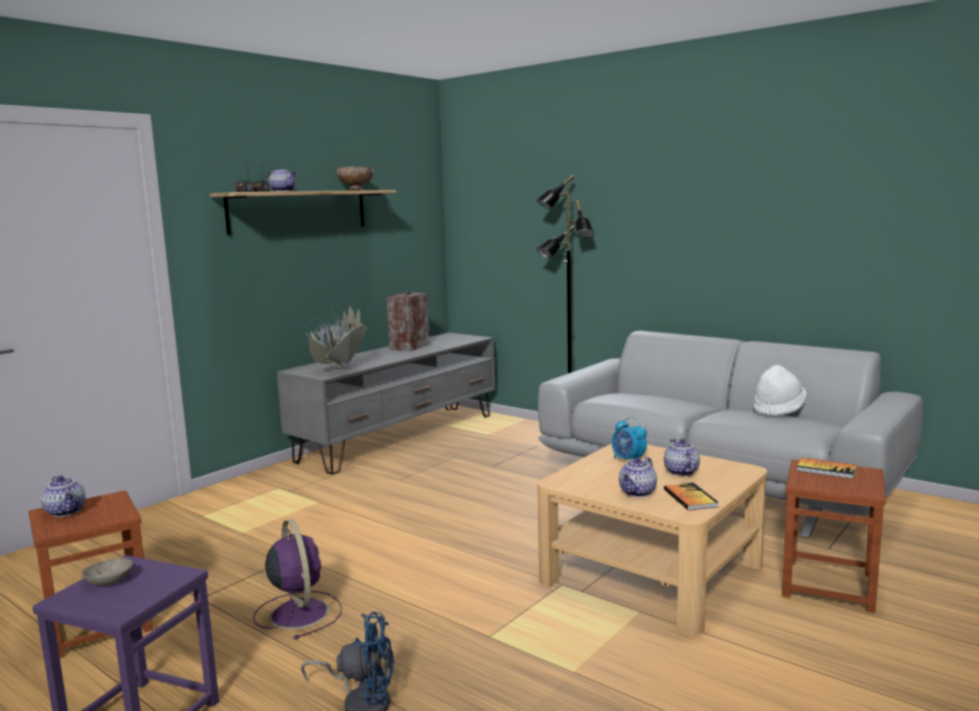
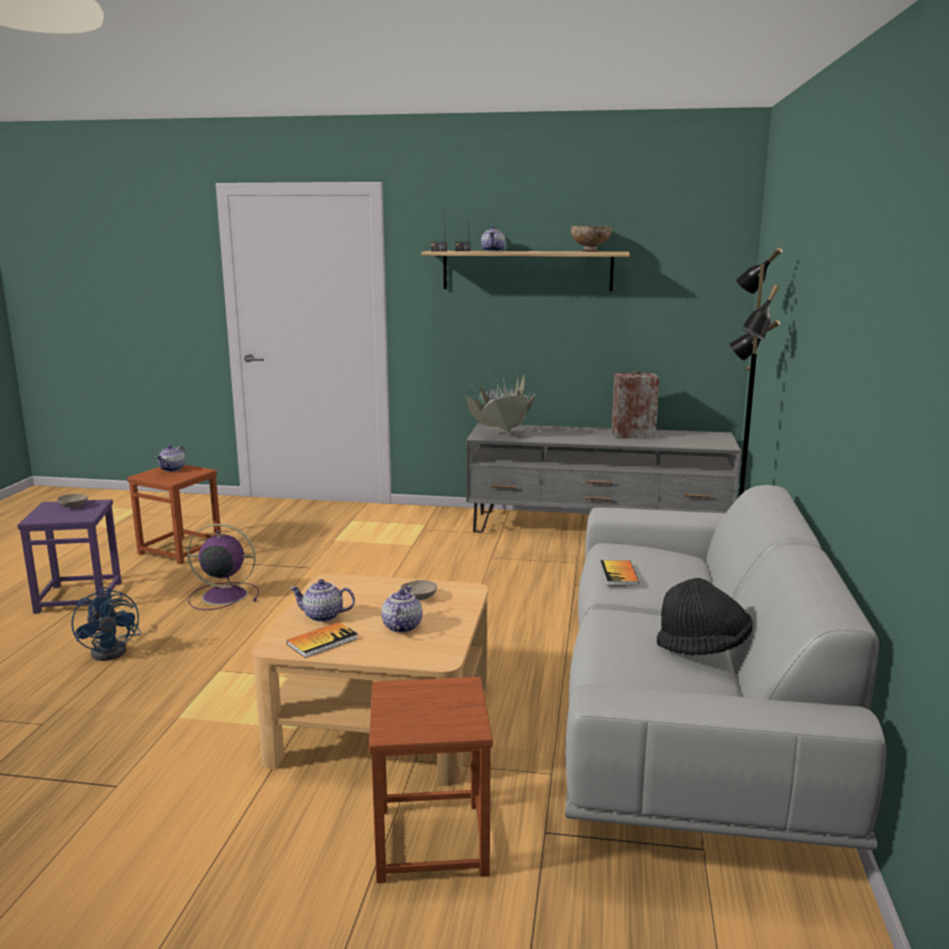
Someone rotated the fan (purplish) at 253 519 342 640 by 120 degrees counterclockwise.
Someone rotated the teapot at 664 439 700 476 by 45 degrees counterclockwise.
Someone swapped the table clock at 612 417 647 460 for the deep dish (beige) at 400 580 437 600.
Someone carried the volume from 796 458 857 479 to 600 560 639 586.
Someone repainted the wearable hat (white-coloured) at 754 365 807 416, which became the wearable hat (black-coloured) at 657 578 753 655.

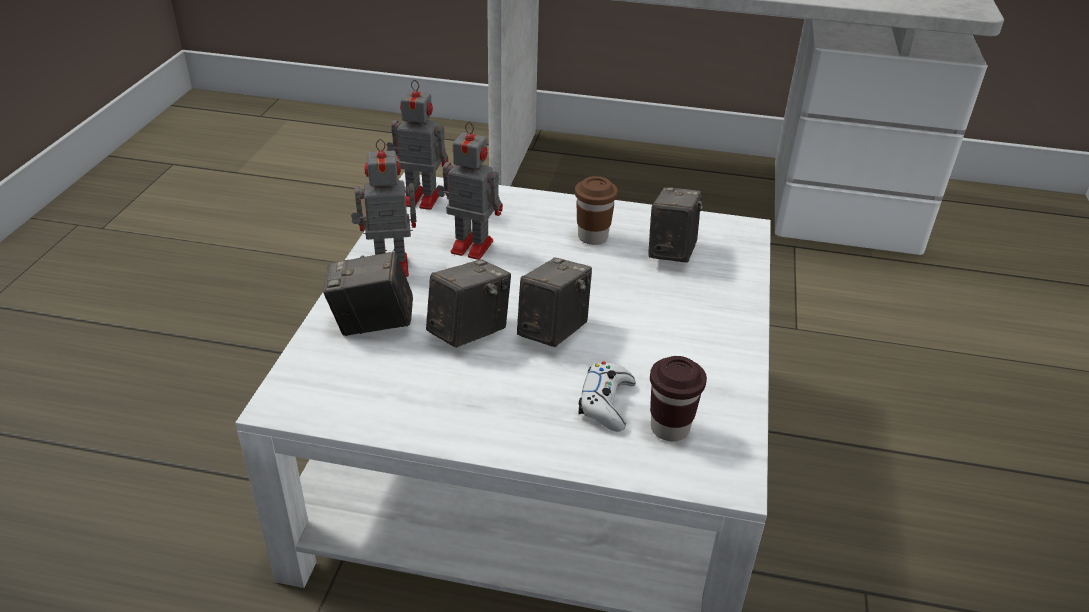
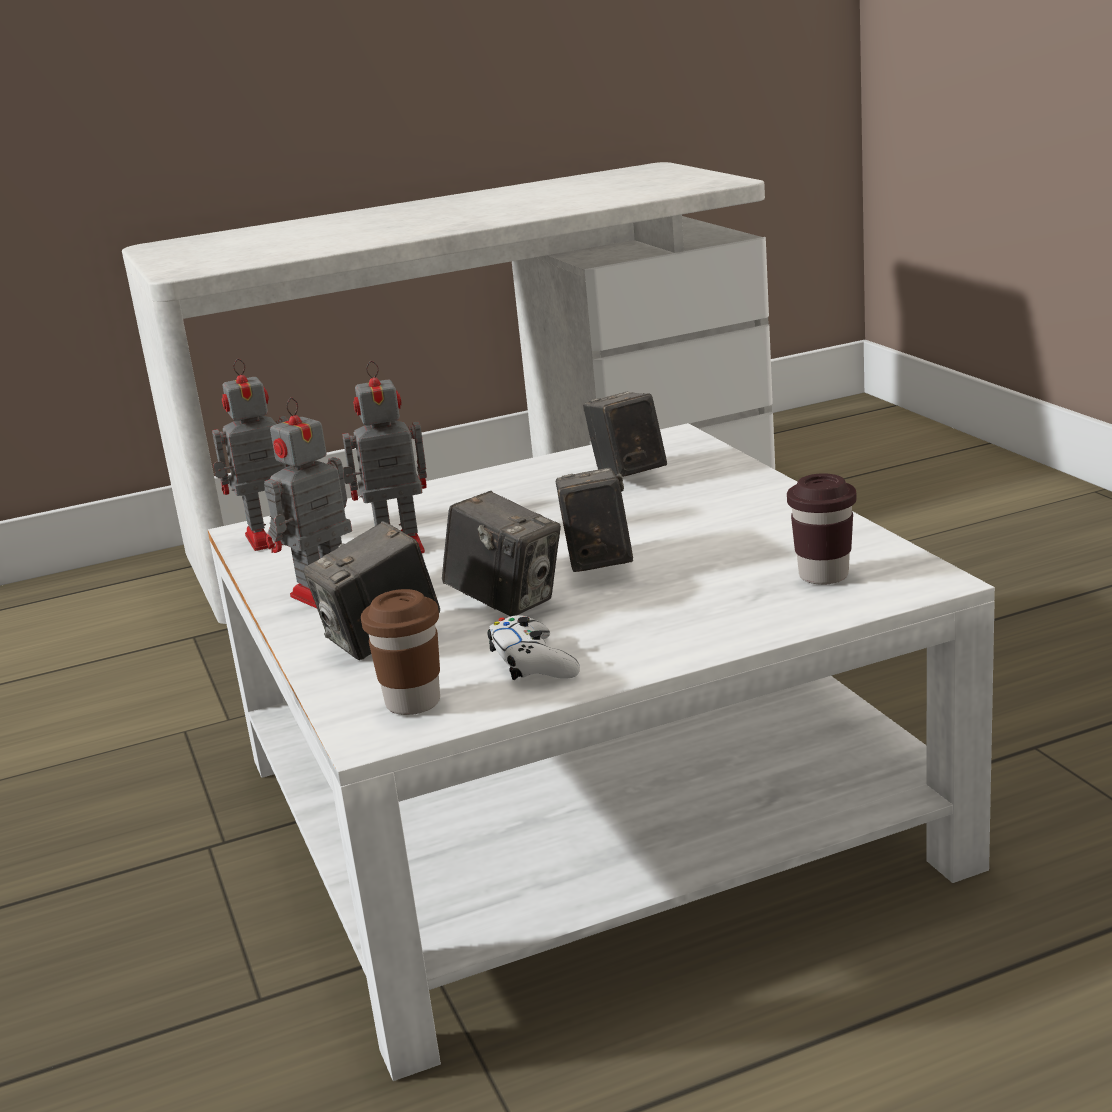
Someone carried the drinking cup (brown-coloured) from 575 176 618 245 to 361 589 440 715.
Someone rotated the still camera at 426 259 511 348 by 120 degrees clockwise.
Someone carried the gamepad (white-coloured) from 578 361 636 432 to 487 615 580 680.

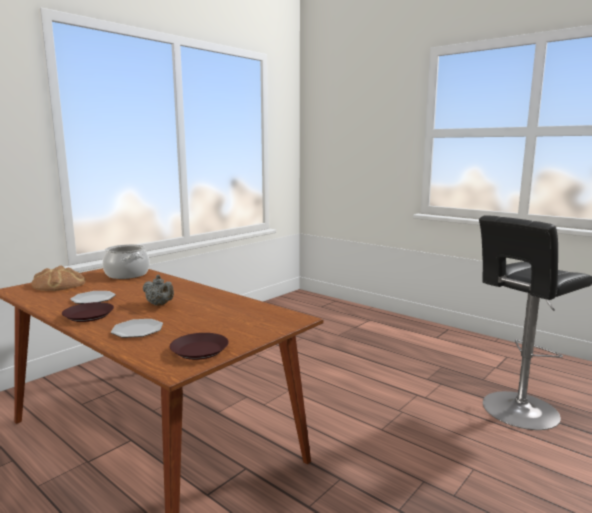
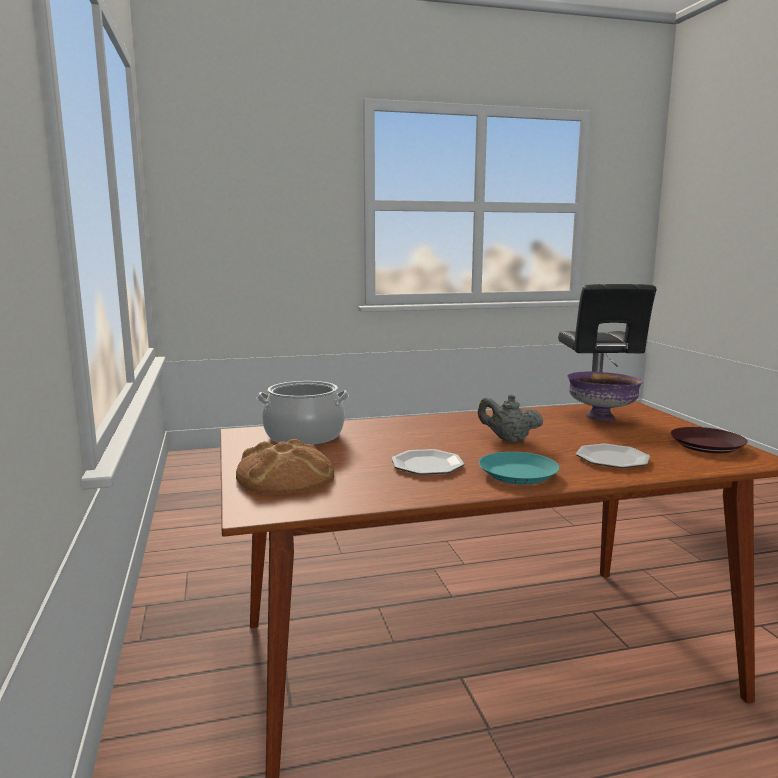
Someone rotated the teapot (gray) at 143 275 174 306 by 135 degrees counterclockwise.
Someone repainted the flat dish (brown-coloured) at 62 302 114 322, which became the flat dish (blue-green) at 479 452 559 485.
Someone put down the deep dish (purplish) at 567 372 643 421.

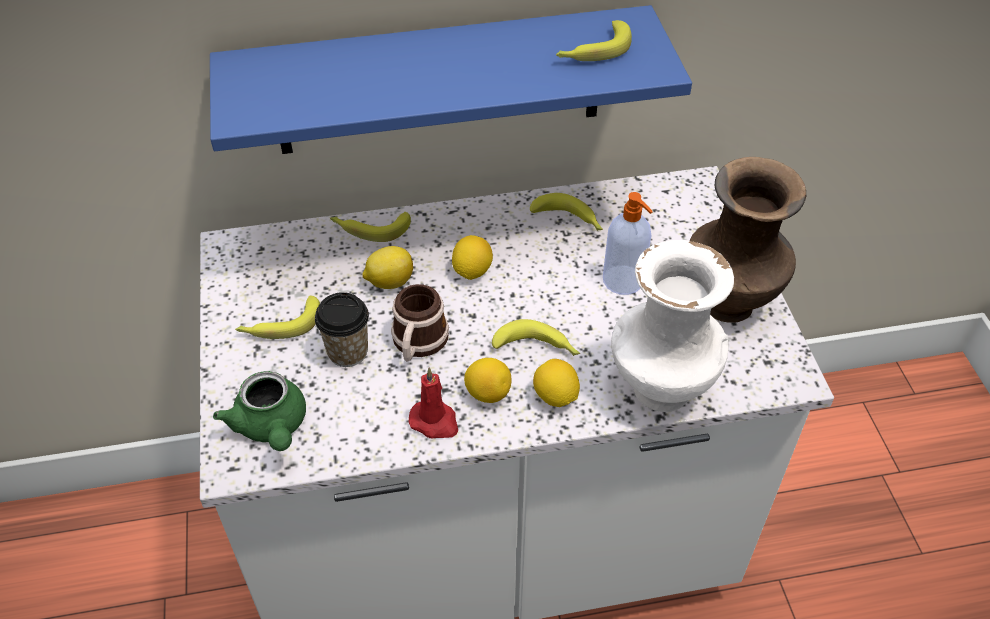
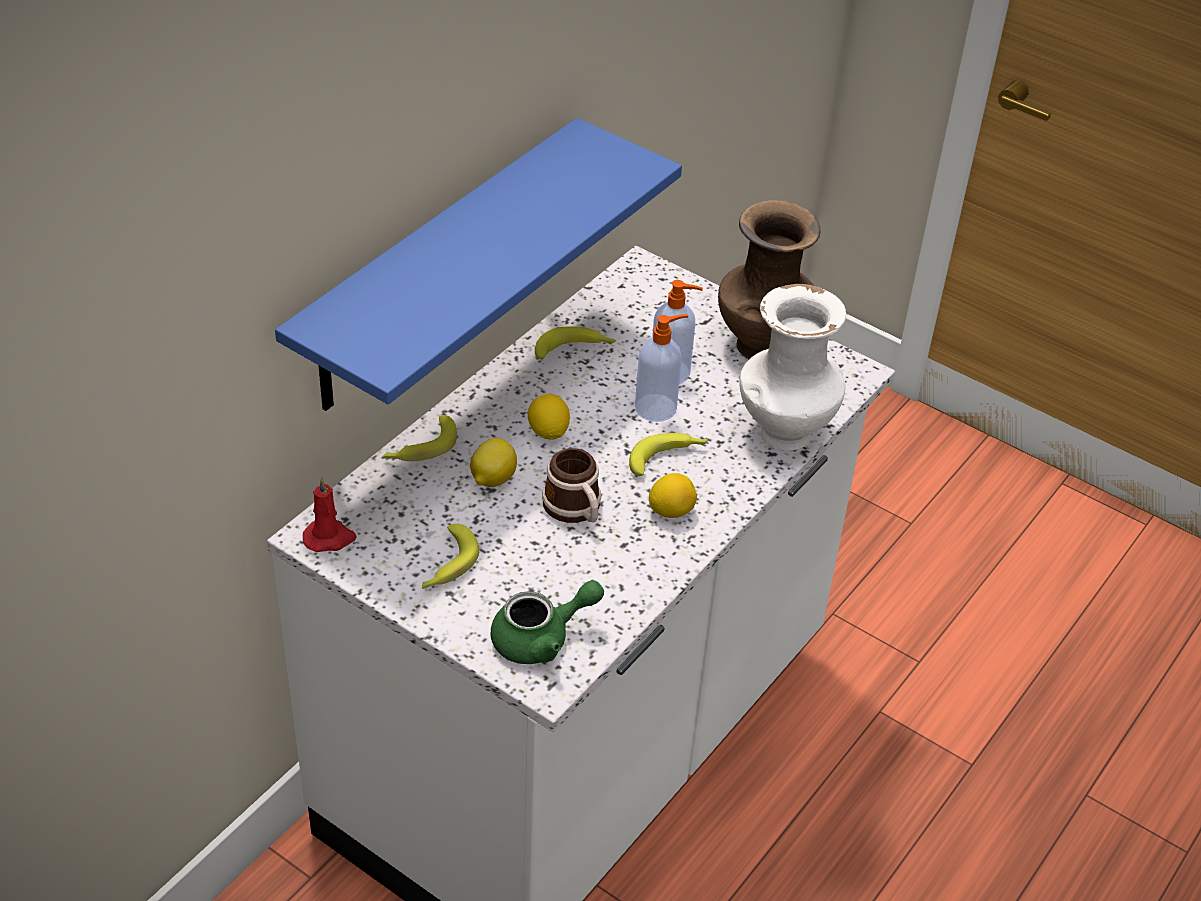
Someone carried the wax candle (reddish) from 409 368 458 438 to 303 478 357 552.
Someone rotated the teapot (green-coloured) at 213 371 306 451 by 45 degrees counterclockwise.
Someone put down the soap bottle at 635 314 688 422.
Someone took away the drinking cup at 315 292 369 367.
Someone took away the whole lemon at 533 359 580 407.
Someone took away the banana fruit at 556 20 632 61.

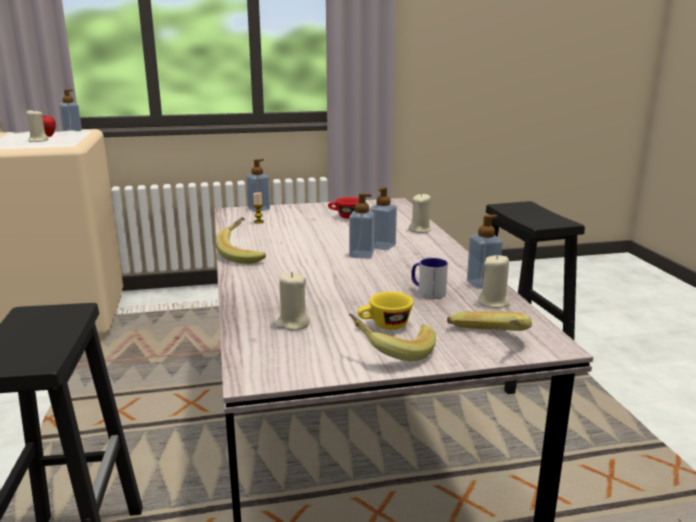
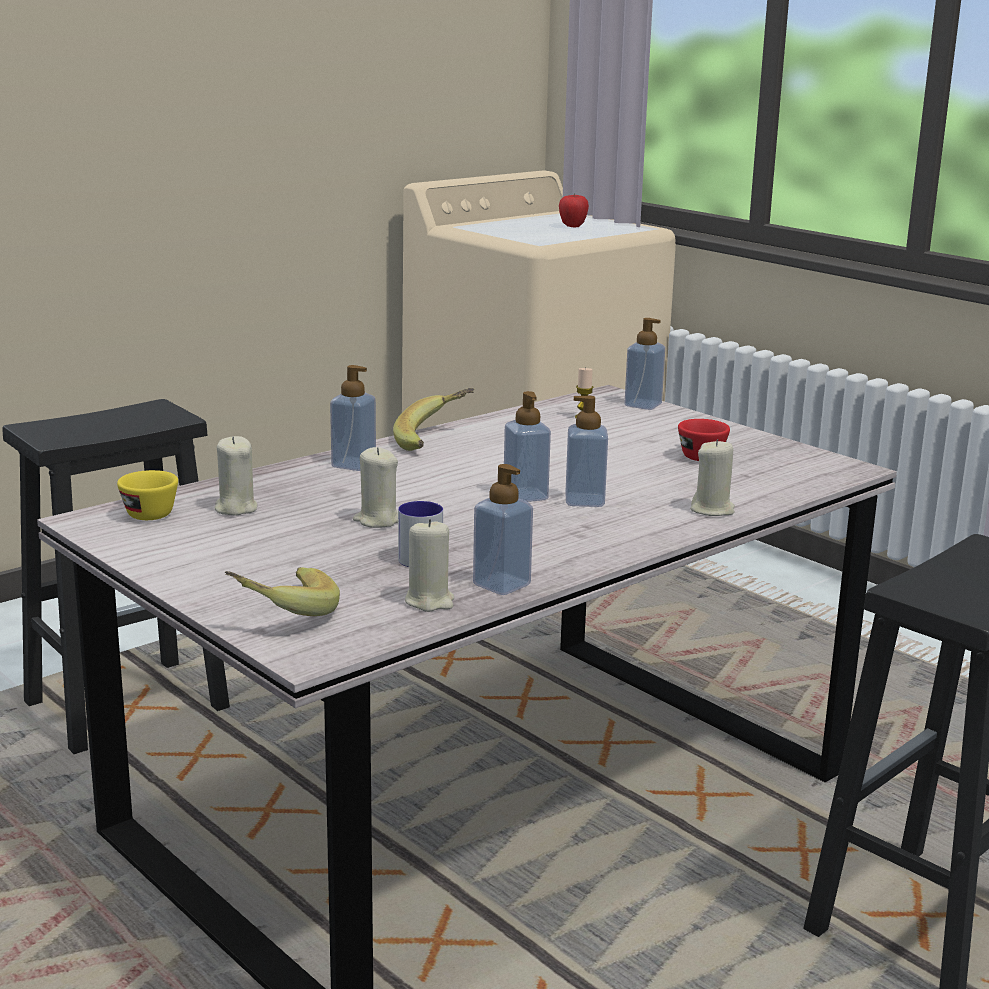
Someone carried the drinking cup (yellow) from 357 292 413 330 to 117 470 178 520.
Someone carried the soap bottle from 59 89 82 135 to 330 365 376 471.
Someone carried the wax candle (beige) from 27 109 48 142 to 353 447 398 528.
Someone took away the banana fruit at 349 314 436 361.

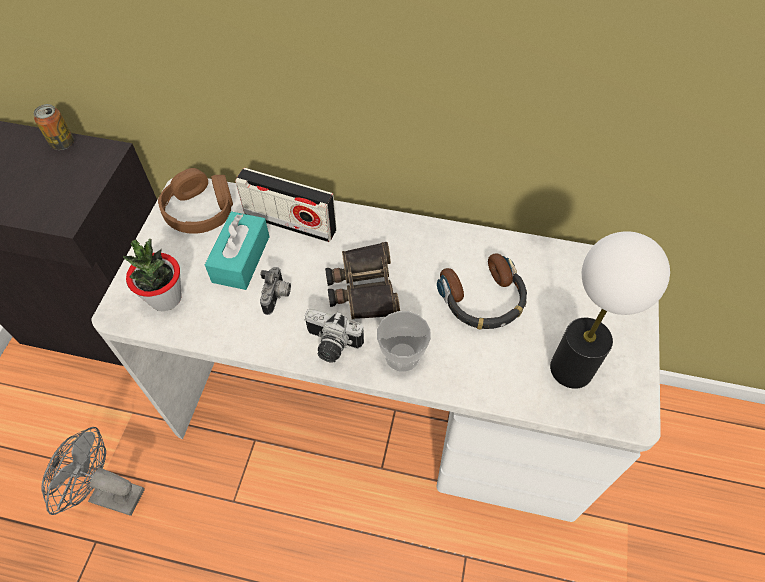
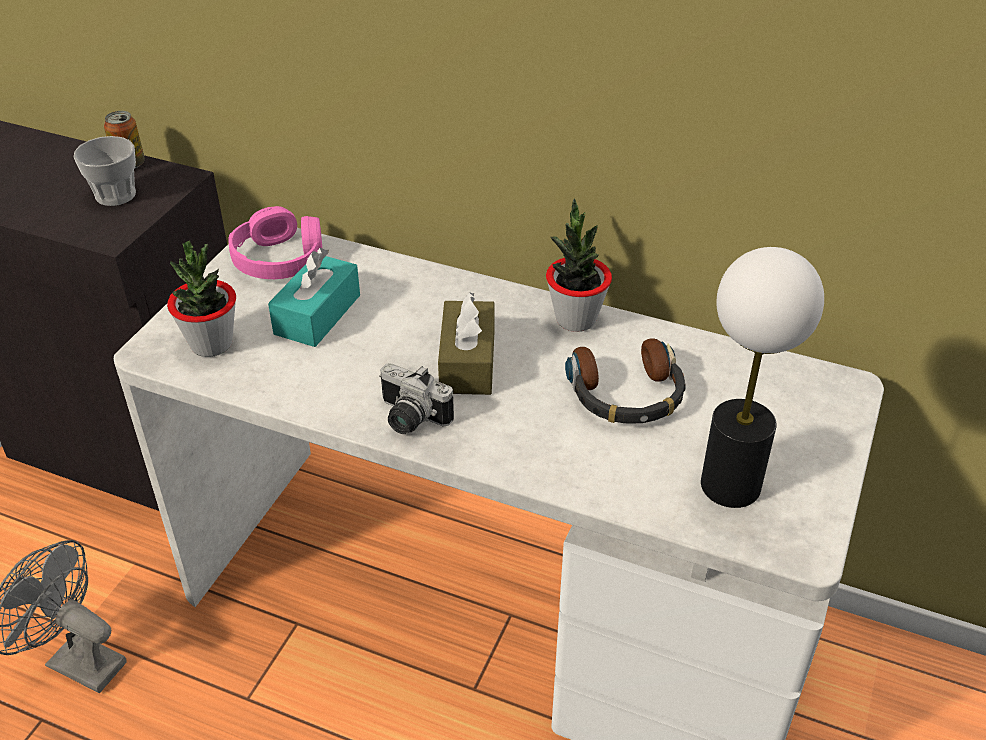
Someone carried the drinking cup from 377 311 431 372 to 74 136 136 206.
Someone repainted the headset (brown-coloured) at 158 168 233 234, which became the headset (pink-coloured) at 228 206 322 279.
Someone swapped the binoculars at 325 242 400 319 for the box of tissues (brown-coloured) at 438 292 495 395.
Someone put down the potted plant at 546 199 612 332.
Someone took away the radio receiver at 235 168 337 242.
Someone took away the still camera at 260 267 291 315.

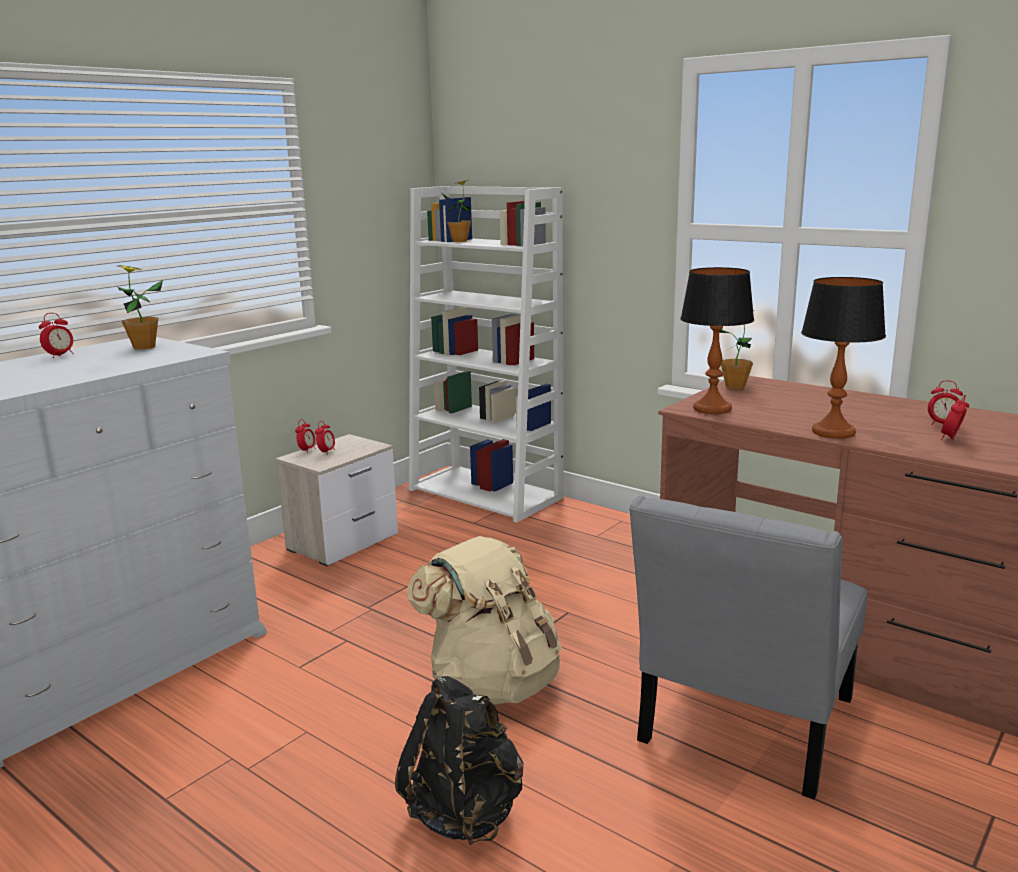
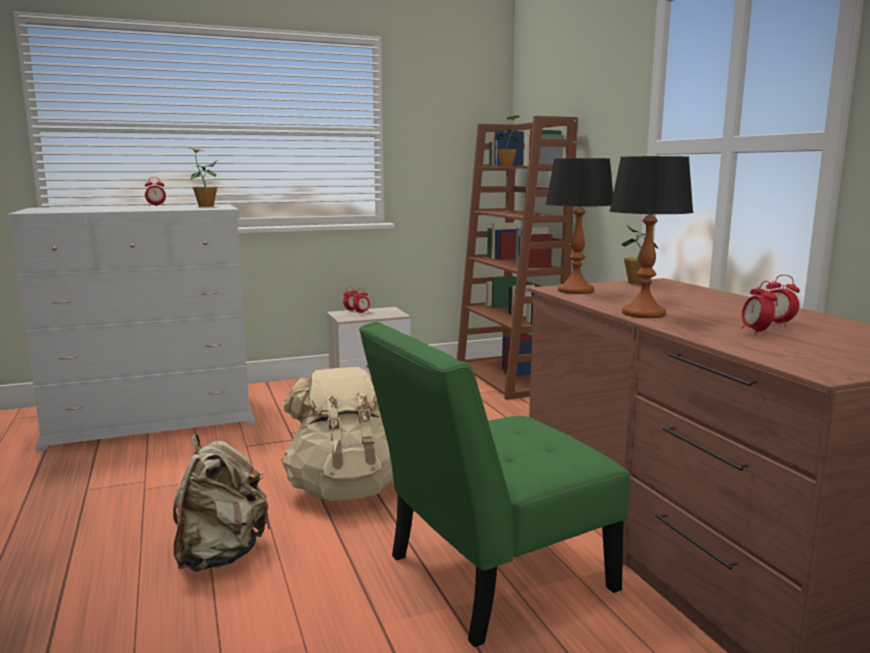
Someone repainted the backpack (black-coloured) at 395 676 524 845, which became the backpack (beige) at 173 434 271 572.
Someone repainted the chair (gray) at 629 495 867 799, which became the chair (green-coloured) at 359 322 630 647.
Someone repainted the bookcase (white-coloured) at 409 186 564 523, which became the bookcase (brown-coloured) at 457 116 578 400.
Someone rotated the table clock at 941 395 969 440 by 75 degrees counterclockwise.

